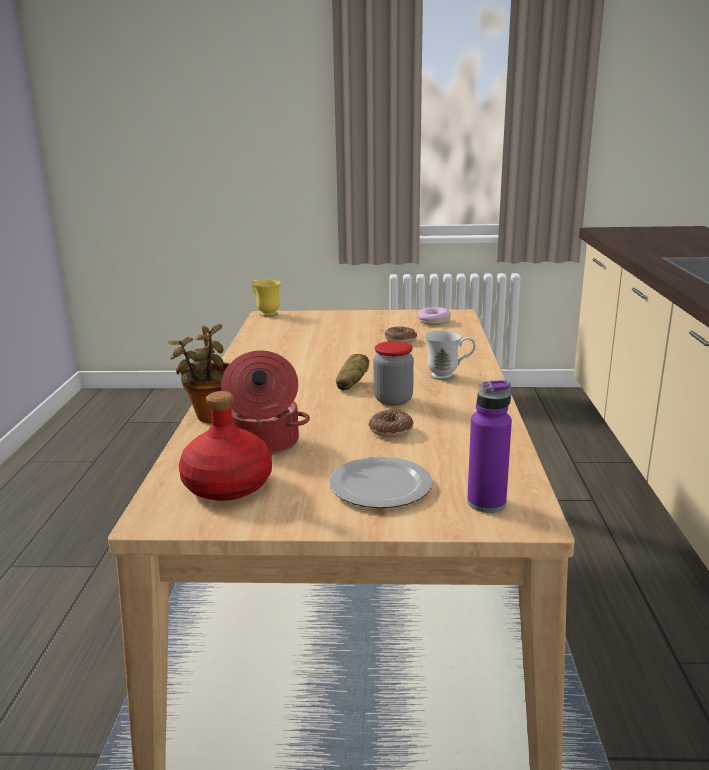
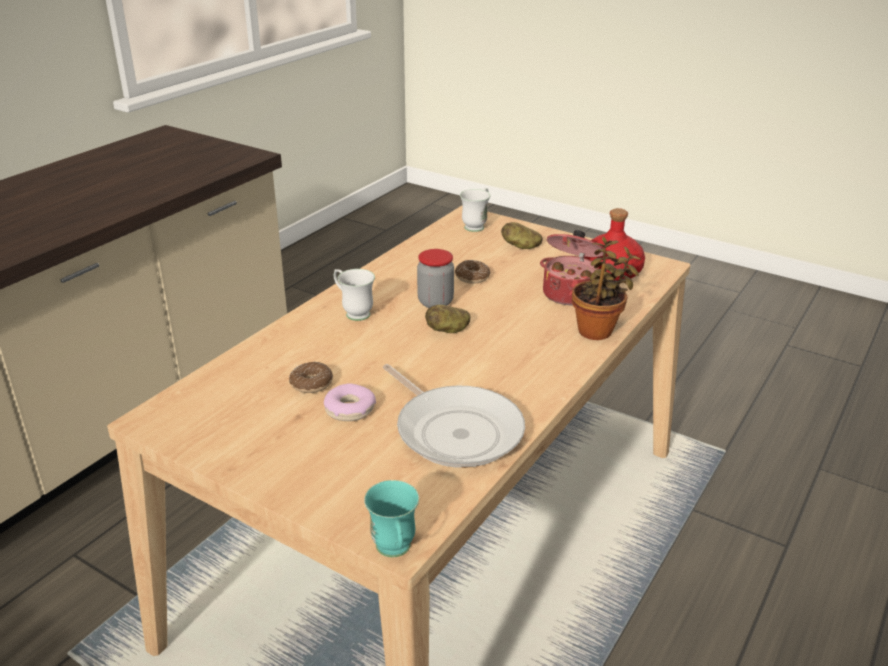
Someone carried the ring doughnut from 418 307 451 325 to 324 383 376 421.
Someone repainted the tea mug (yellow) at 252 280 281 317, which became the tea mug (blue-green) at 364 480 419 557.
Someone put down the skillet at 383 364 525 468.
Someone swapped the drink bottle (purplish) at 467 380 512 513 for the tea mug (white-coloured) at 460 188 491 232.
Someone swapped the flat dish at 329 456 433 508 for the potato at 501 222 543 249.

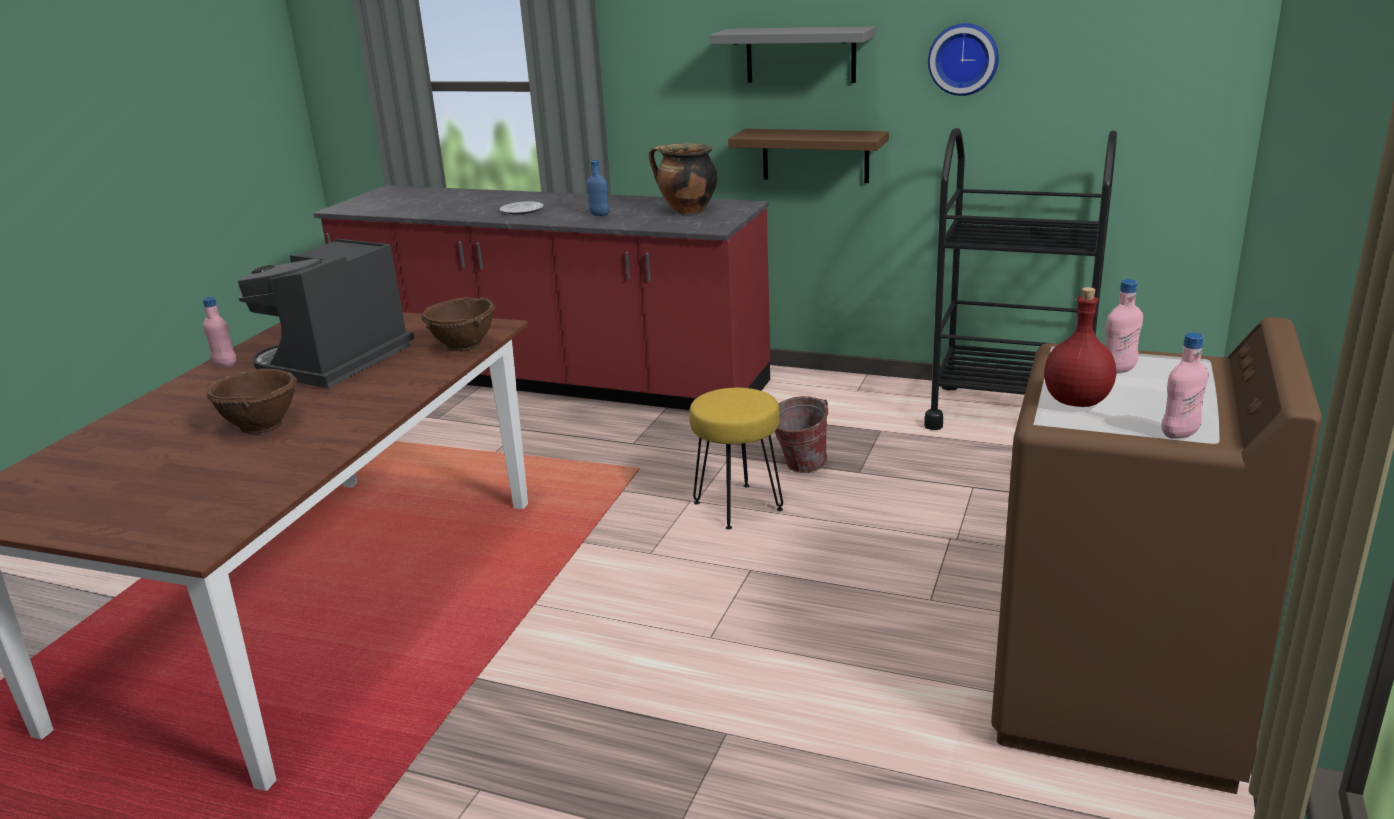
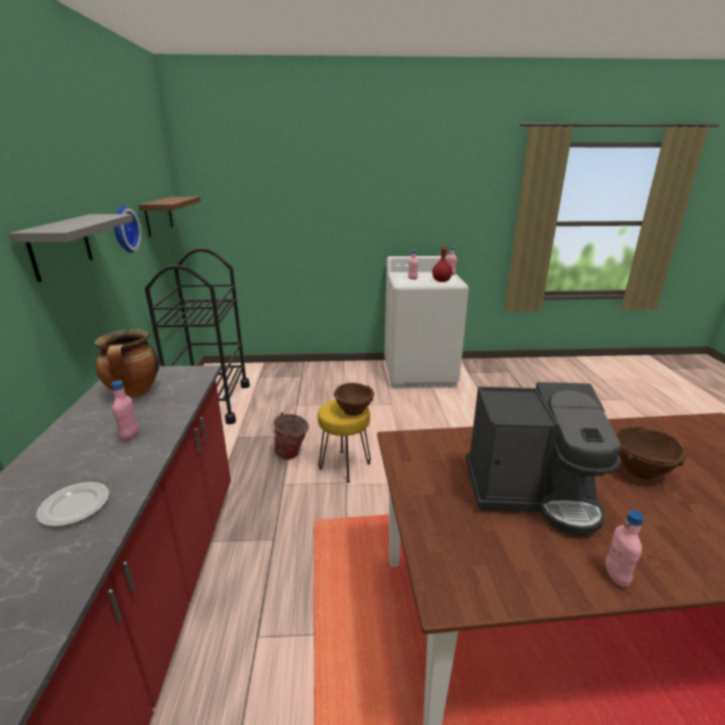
Someone repainted the drink bottle (bluish) at 586 160 609 216, which became the drink bottle (pink-coloured) at 111 381 139 441.
Someone carried the shelf (brown-coloured) from 728 129 889 183 to 138 197 200 237.
Someone carried the deep dish (brown-coloured) from 422 297 495 351 to 334 383 374 415.
Someone repainted the laundry appliance (brown-coloured) at 991 317 1322 794, which became the laundry appliance (white-coloured) at 384 256 469 389.

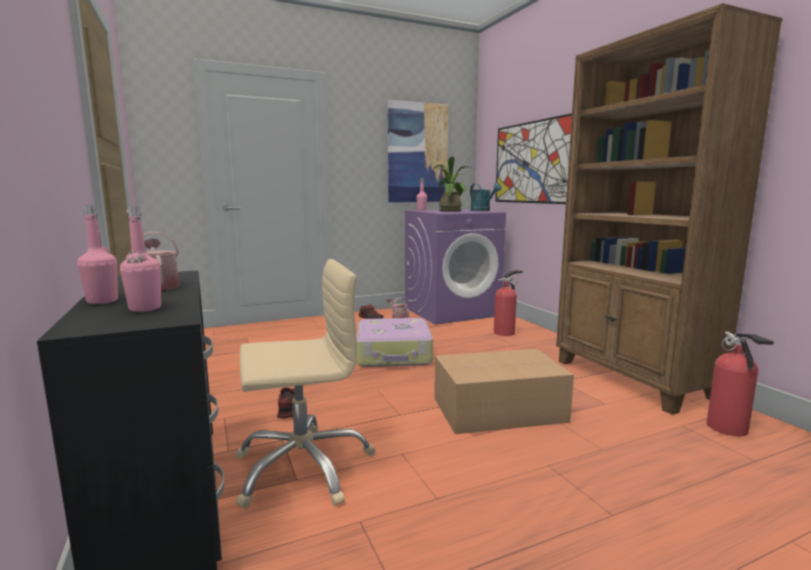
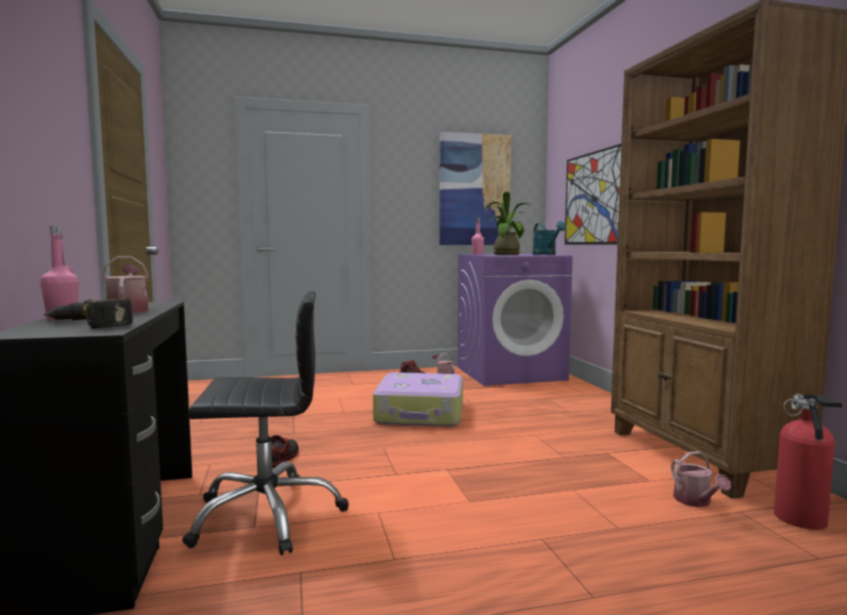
Someone swapped the drink bottle (pink-coloured) at 120 207 161 312 for the electric drill at 44 299 133 328.
Someone repainted the computer chair (beige) at 235 259 375 509, which became the computer chair (black-coloured) at 182 291 349 555.
Someone put down the watering pot at 671 451 731 507.
Someone took away the packing box at 435 349 574 434.
Someone took away the extinguisher at 494 270 523 336.

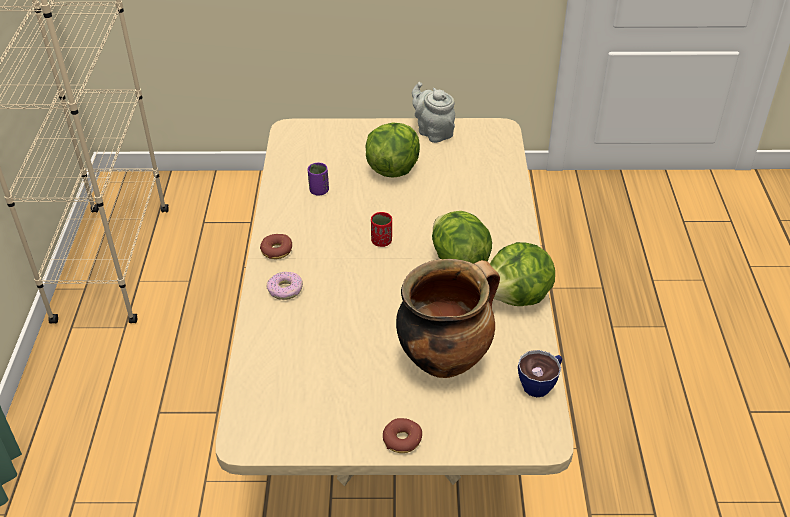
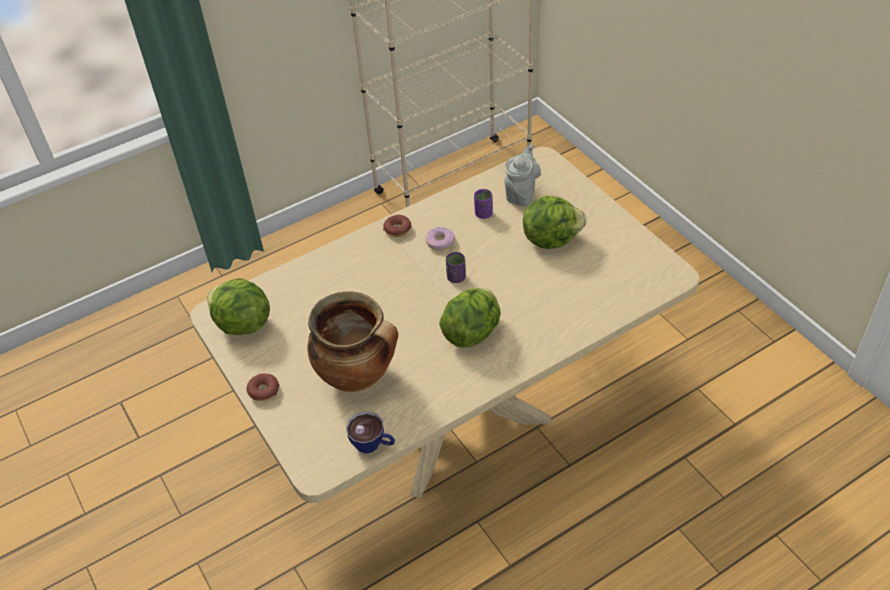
Someone carried the head of lettuce from 490 242 555 306 to 207 278 270 335.
Someone carried the ring doughnut from 267 272 303 300 to 425 227 455 251.
Someone repainted the drinking cup (reddish) at 371 212 392 247, which became the drinking cup (purplish) at 446 252 466 283.
Someone carried the teapot (gray) from 412 82 455 143 to 504 144 541 206.

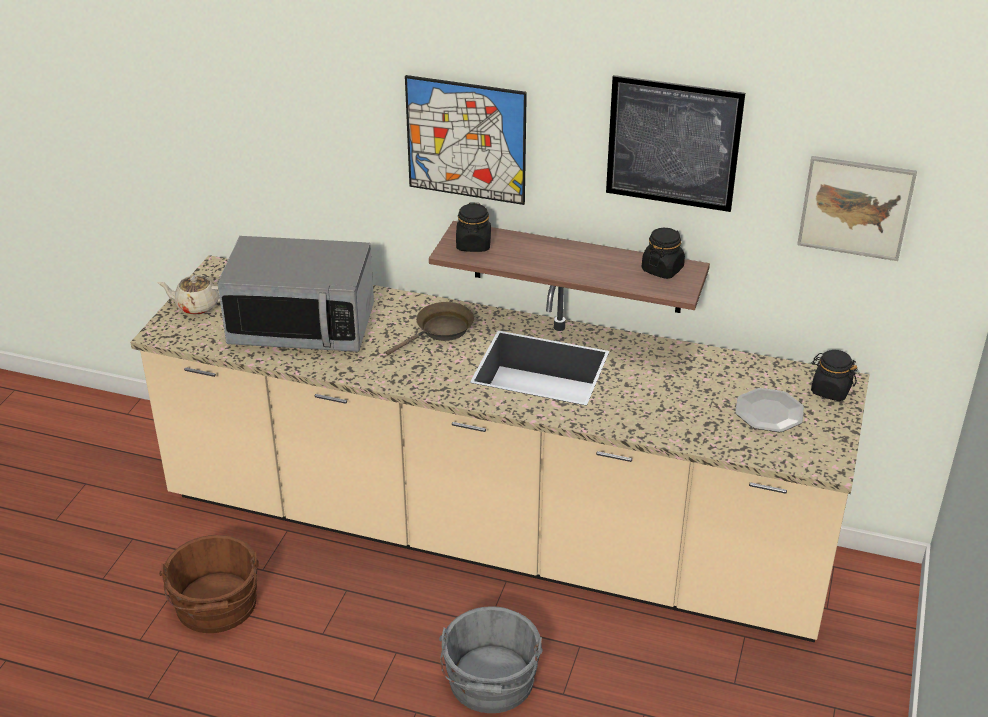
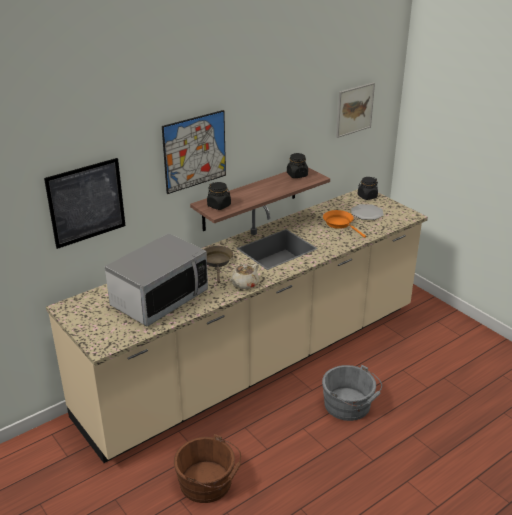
Someone carried the picture from 606 75 745 212 to 44 158 126 249.
Someone carried the teapot (beige) from 157 275 220 315 to 230 264 259 289.
Someone put down the skillet (orange-coloured) at 323 210 366 238.

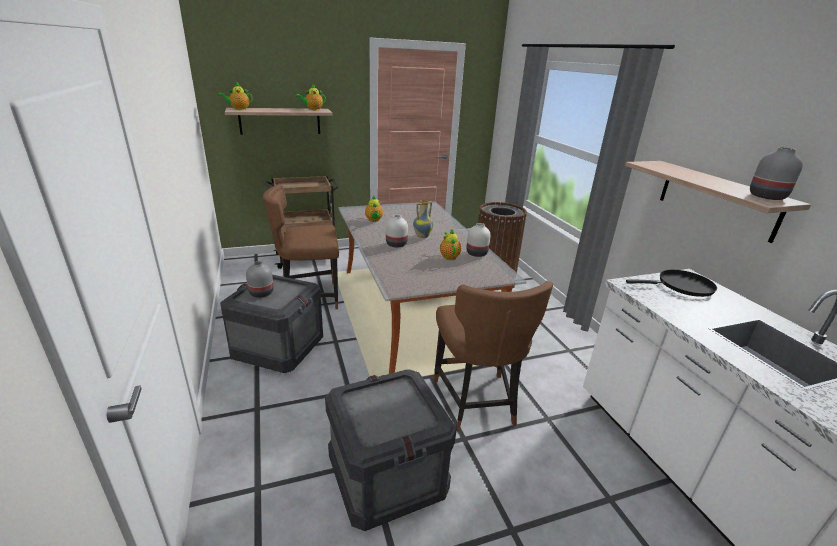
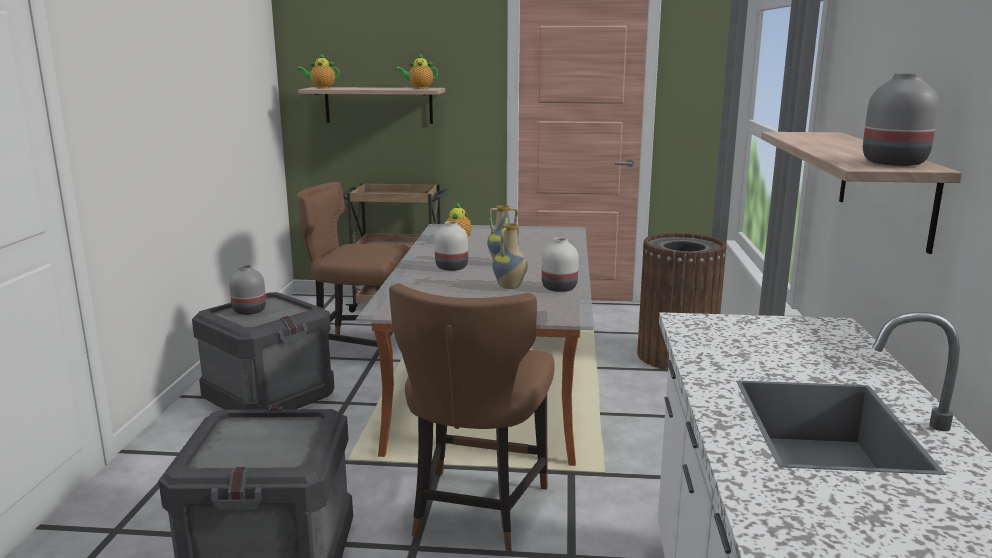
Someone swapped the teapot at 440 229 462 260 for the vase at 492 223 528 289.
Someone took away the skillet (black-coloured) at 626 270 717 297.

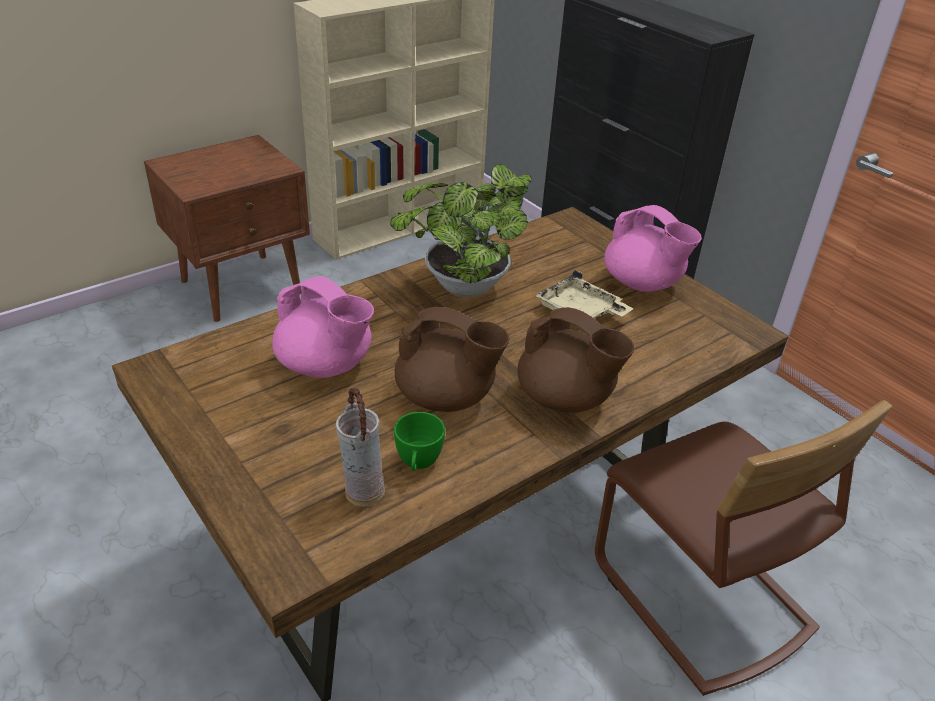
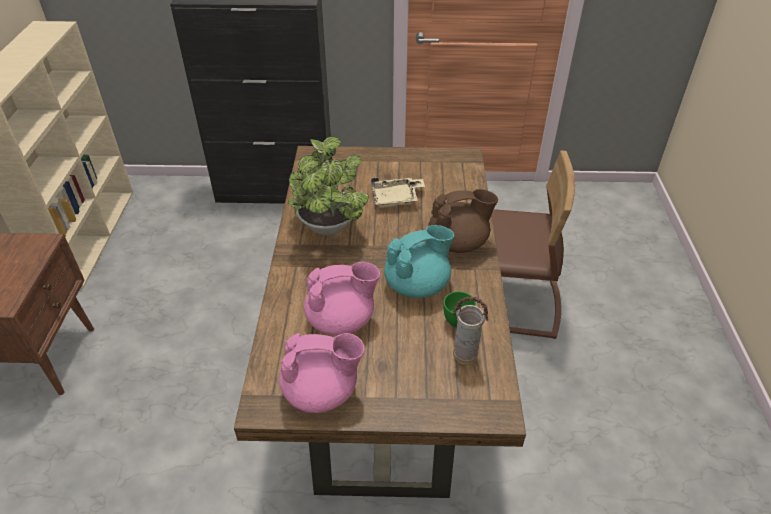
Someone carried the teapot (pink-coloured) from 604 205 702 292 to 279 333 364 413.
Someone repainted the teapot (brown-coloured) at 395 307 509 412, which became the teapot (blue-green) at 384 225 454 298.

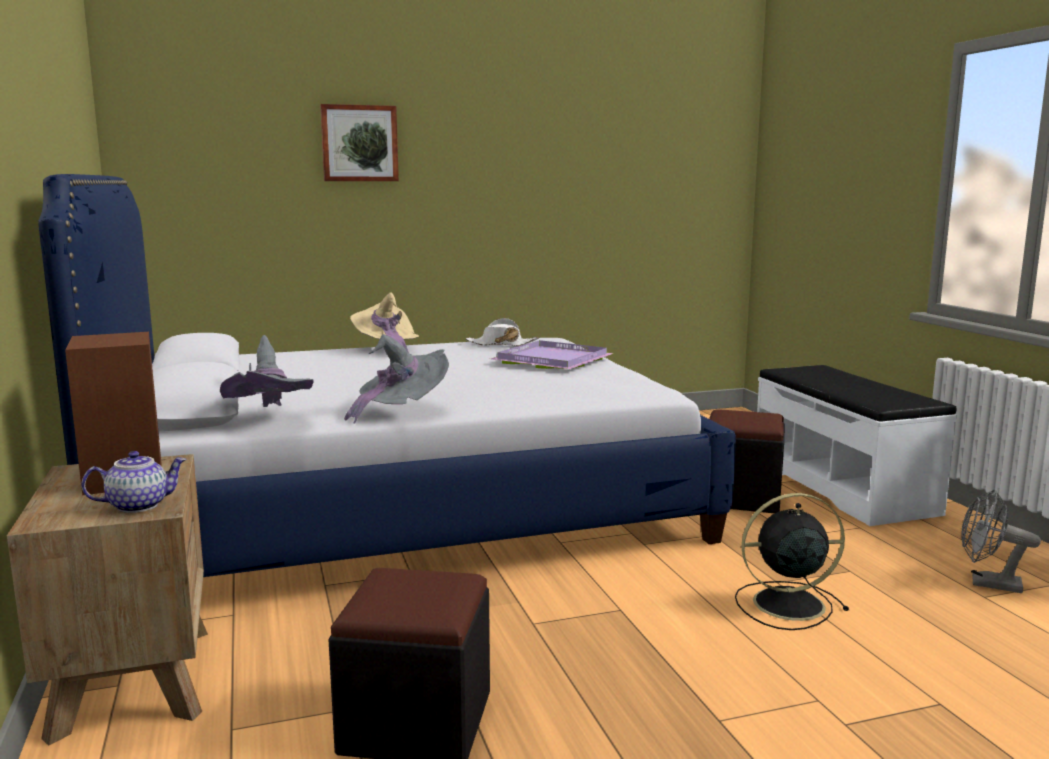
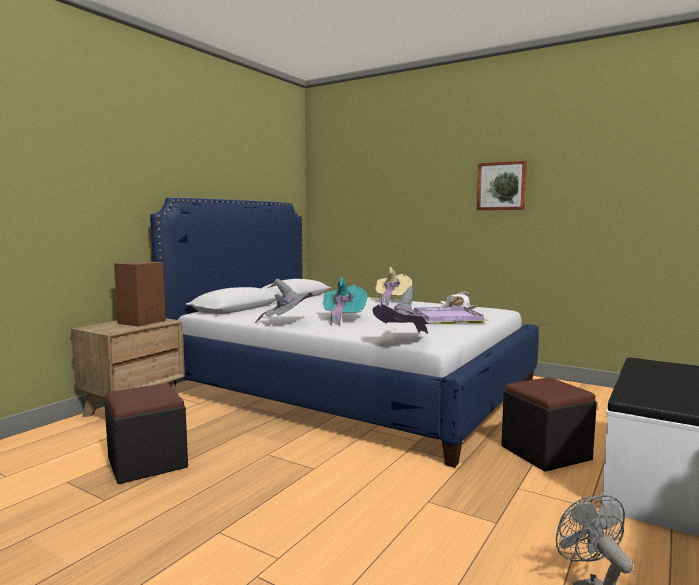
Someone put down the wearable hat (blue-green) at 322 277 367 325.
Someone carried the wearable hat (gray) from 220 335 314 407 to 372 286 430 334.
Someone carried the picture from 320 104 399 181 to 477 160 527 210.
Someone took away the teapot at 81 451 187 513.
Someone took away the fan (black-coloured) at 735 493 849 630.

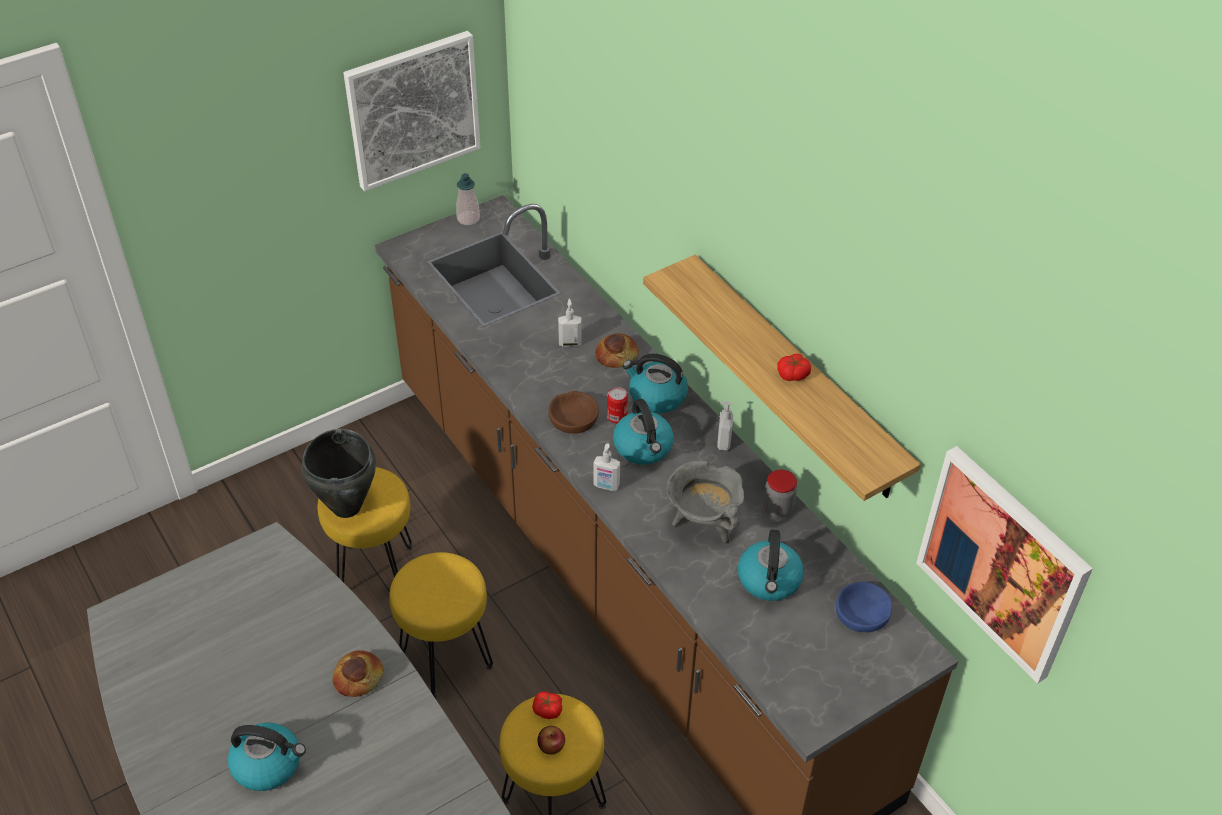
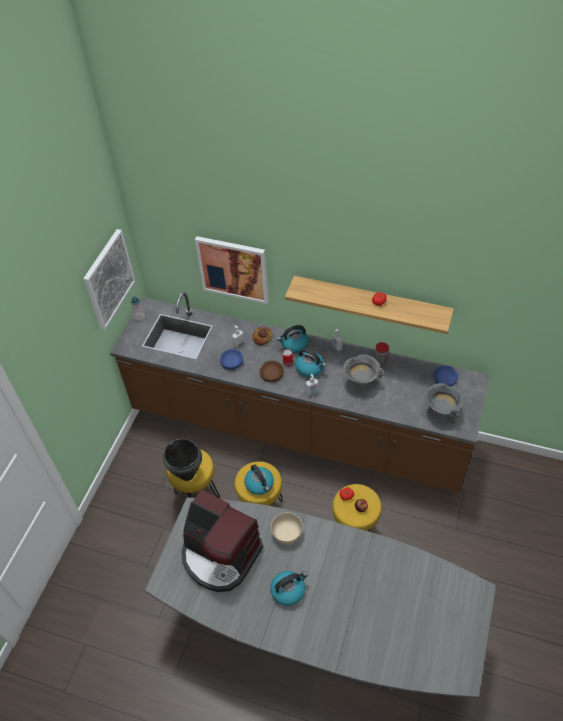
Someone put down the coffee maker at 182 490 263 592.
Someone carried the picture from 916 446 1093 684 to 195 236 269 304.
Someone put down the deep dish (bluish) at 220 349 243 370.
Someone carried the tea kettle from 738 530 804 601 to 244 464 274 495.
Someone swapped the bakery bread at 333 650 384 697 for the deep dish (beige) at 271 512 303 545.
Someone put down the stockpot (gray) at 425 383 463 424.

